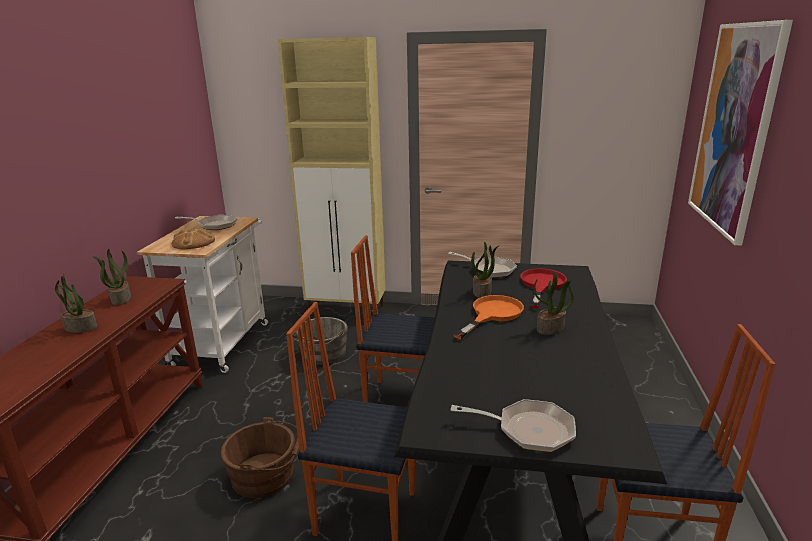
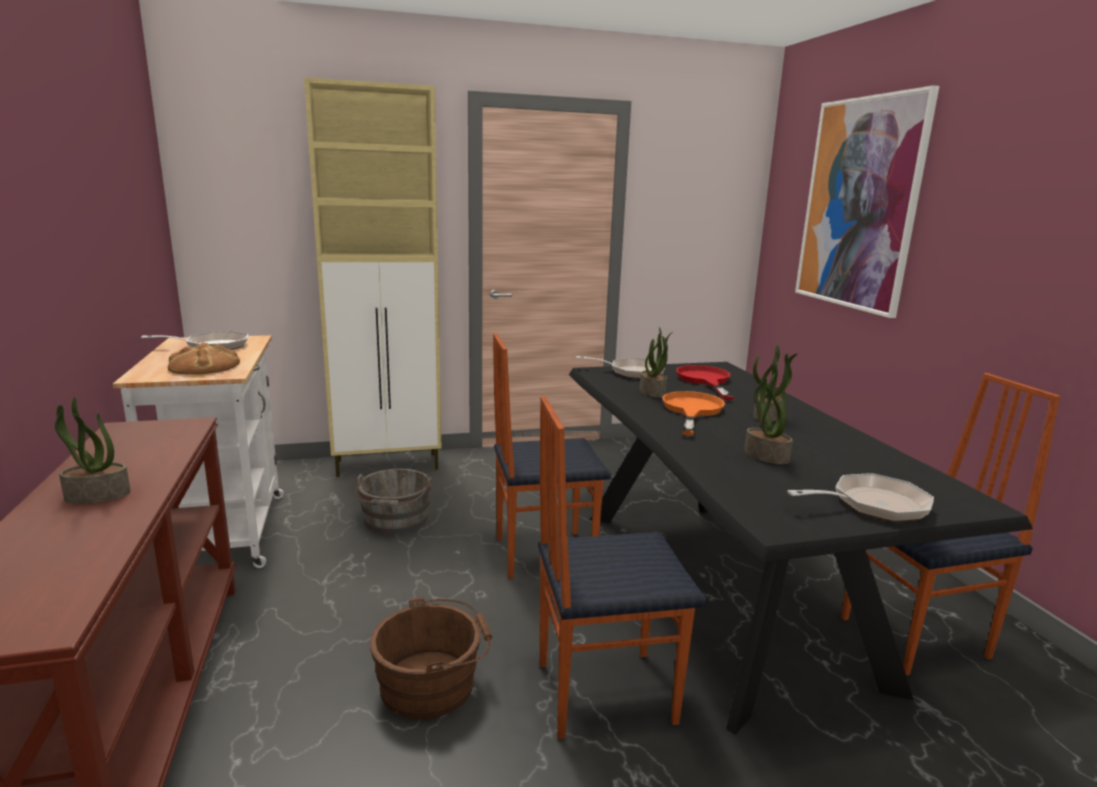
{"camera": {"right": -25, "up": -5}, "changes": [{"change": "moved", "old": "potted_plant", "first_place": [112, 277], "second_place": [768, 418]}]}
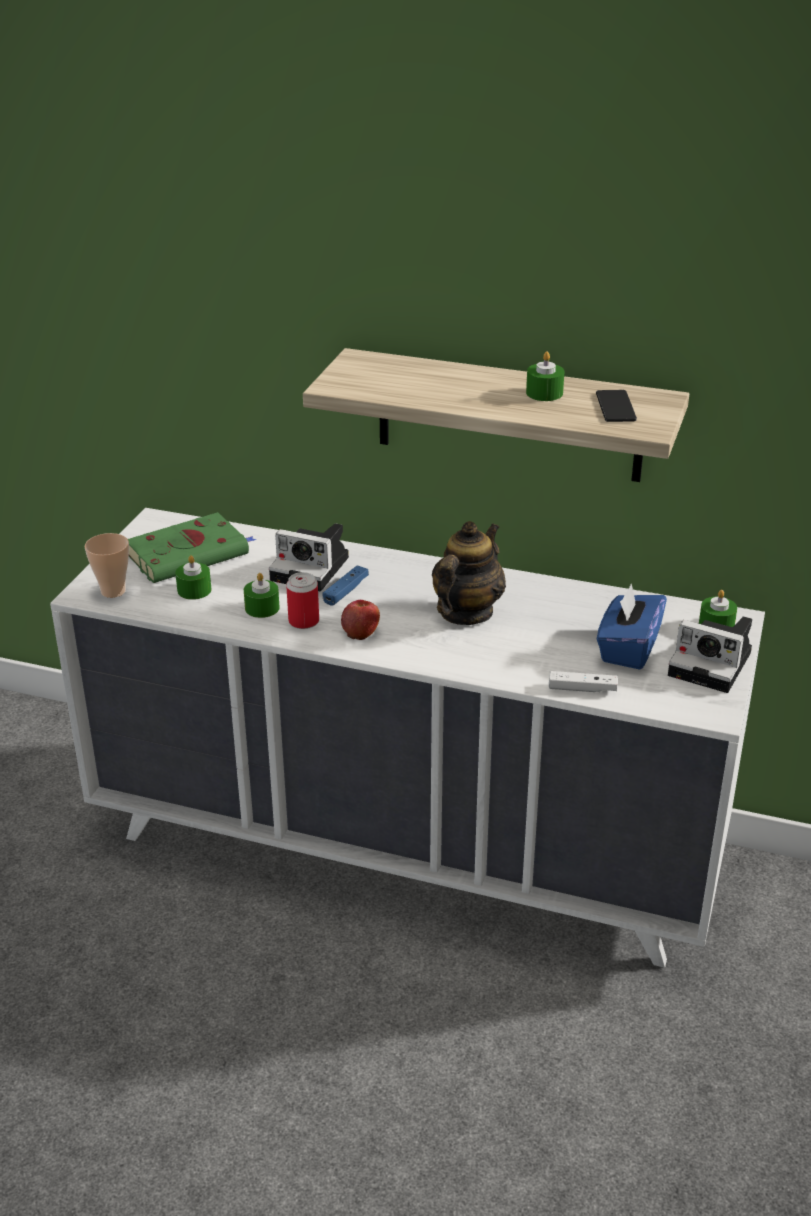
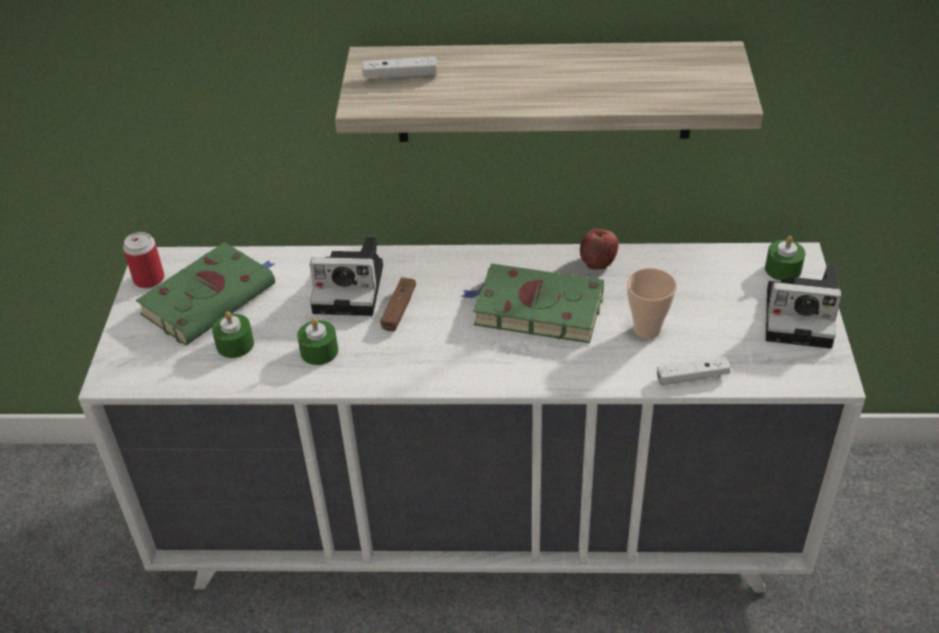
{"camera": {"right": -15, "up": 10}, "changes": [{"change": "moved", "old": "cup", "first_place": [107, 565], "second_place": [652, 303]}, {"change": "moved", "old": "can", "first_place": [302, 600], "second_place": [143, 260]}, {"change": "recoloured", "old": "blue_game_controller", "new": "brown_game_controller", "first_place": [346, 585], "second_place": [398, 304]}, {"change": "moved", "old": "apple", "first_place": [360, 620], "second_place": [599, 249]}, {"change": "replaced", "old": "teapot", "new": "green_book", "first_place": [469, 573], "second_place": [532, 303]}, {"change": "removed", "old": "green_candle", "first_place": [545, 376]}, {"change": "removed", "old": "phone", "first_place": [616, 406]}, {"change": "removed", "old": "blue_tissue_box", "first_place": [632, 626]}, {"change": "added", "new": "white_game_controller", "second_place": [399, 68]}]}
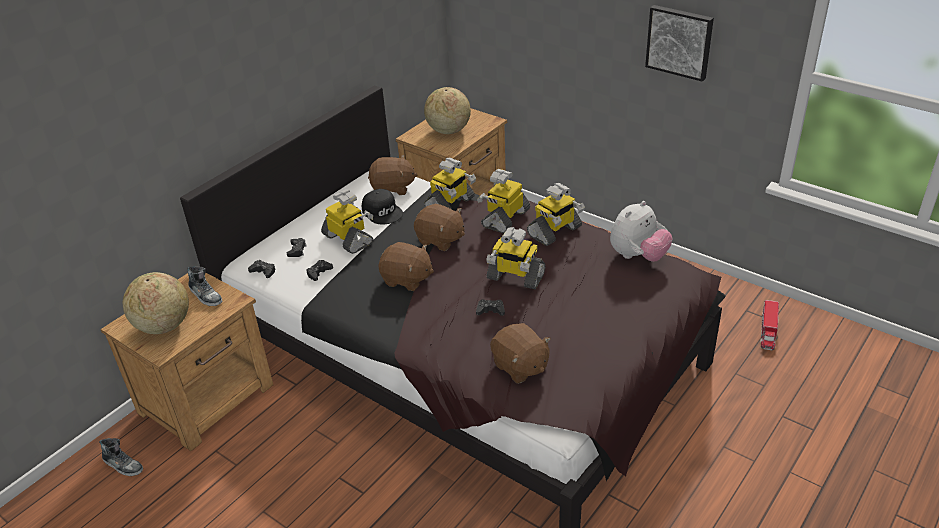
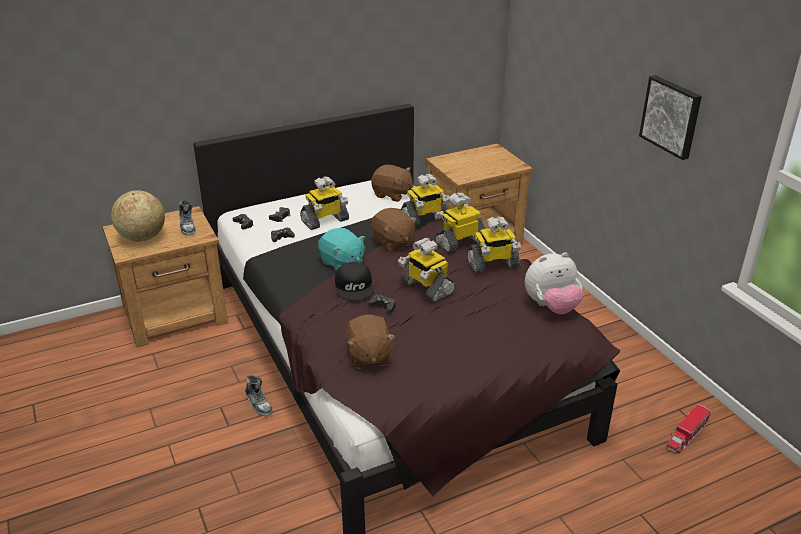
{"camera": {"right": 25, "up": -5}, "changes": [{"change": "moved", "old": "shoe", "first_place": [121, 457], "second_place": [259, 395]}, {"change": "turned", "old": "toy_robot", "first_place": [347, 221], "second_place": [324, 203], "degrees": 75}, {"change": "moved", "old": "black_cap", "first_place": [382, 207], "second_place": [354, 281]}, {"change": "recoloured", "old": "brown_plush_toy", "new": "turquoise_plush_toy", "first_place": [406, 266], "second_place": [341, 249]}, {"change": "removed", "old": "globe", "first_place": [447, 110]}]}
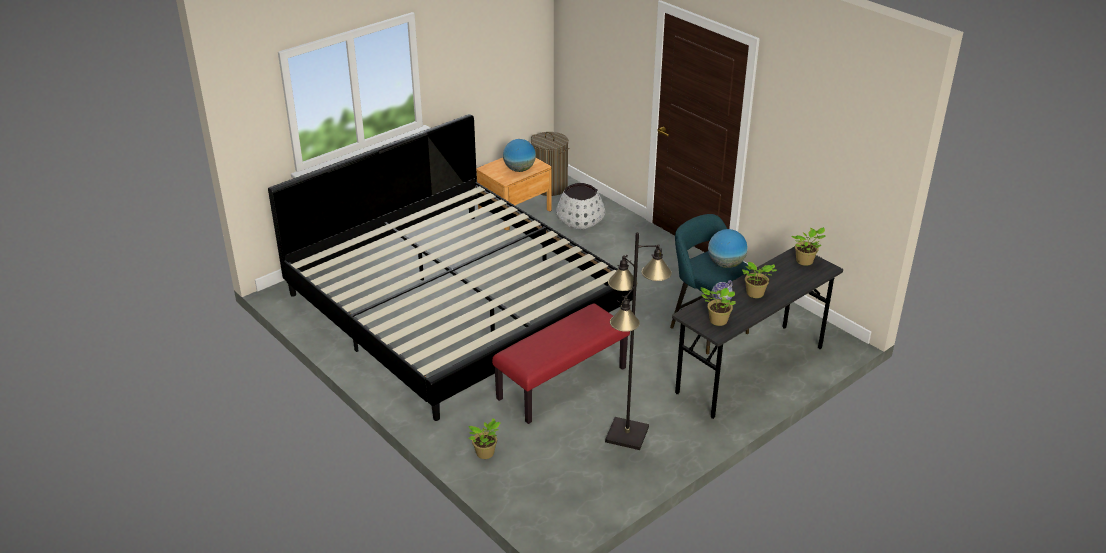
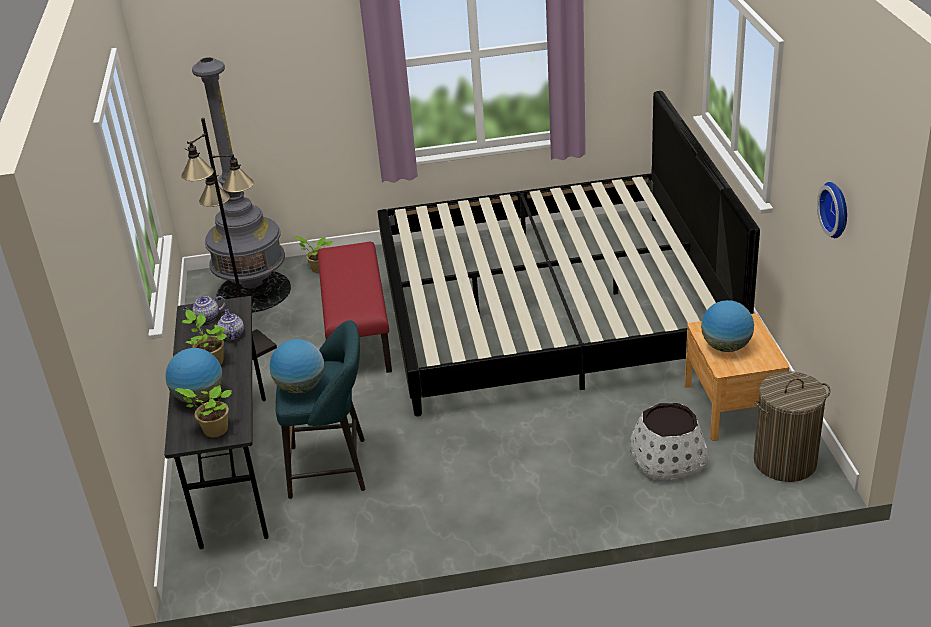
{"camera": {"right": 125, "up": 0}, "changes": [{"change": "replaced", "old": "potted_plant", "new": "teapot", "first_place": [718, 306], "second_place": [204, 309]}, {"change": "added", "new": "globe", "second_place": [194, 376]}, {"change": "added", "new": "grey_floor_lamp", "second_place": [241, 185]}, {"change": "added", "new": "wall_clock", "second_place": [832, 210]}]}
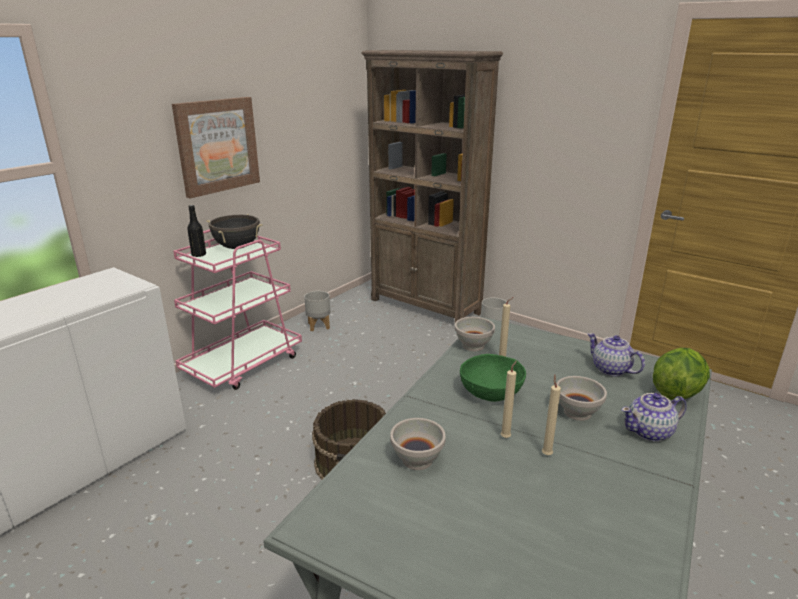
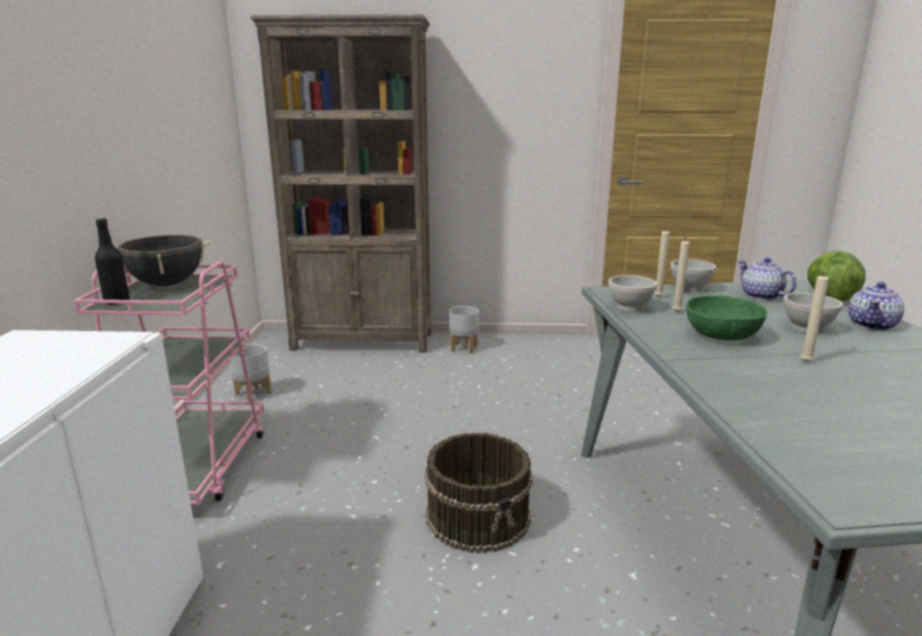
{"camera": {"right": -35, "up": -5}, "changes": [{"change": "removed", "old": "picture", "first_place": [216, 147]}, {"change": "moved", "old": "white_bowl", "first_place": [418, 444], "second_place": [693, 275]}, {"change": "moved", "old": "beige_candle", "first_place": [551, 415], "second_place": [662, 260]}, {"change": "turned", "old": "teapot", "first_place": [616, 354], "second_place": [767, 279], "degrees": 45}]}
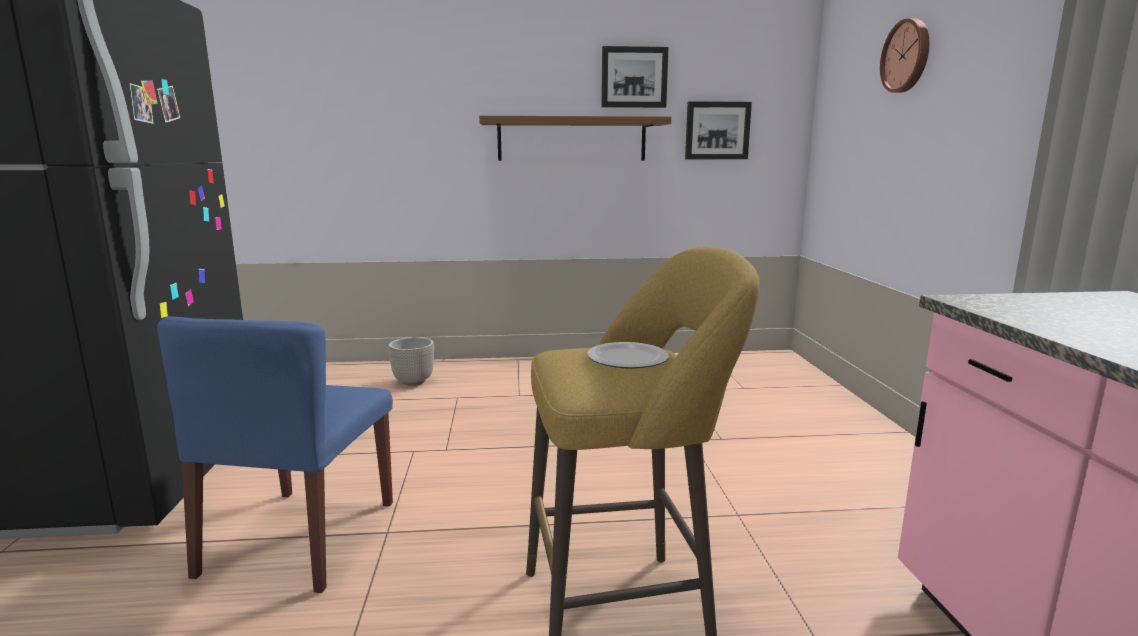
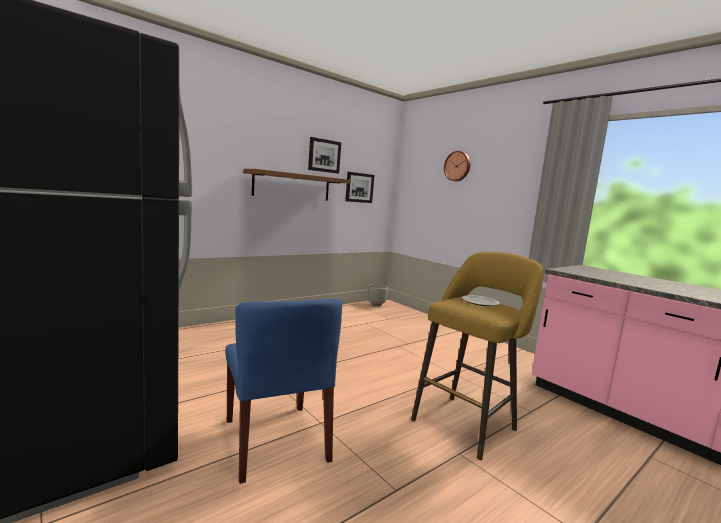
{"camera": {"right": -35, "up": -5}, "changes": [{"change": "moved", "old": "grey_planter", "first_place": [411, 361], "second_place": [378, 295]}]}
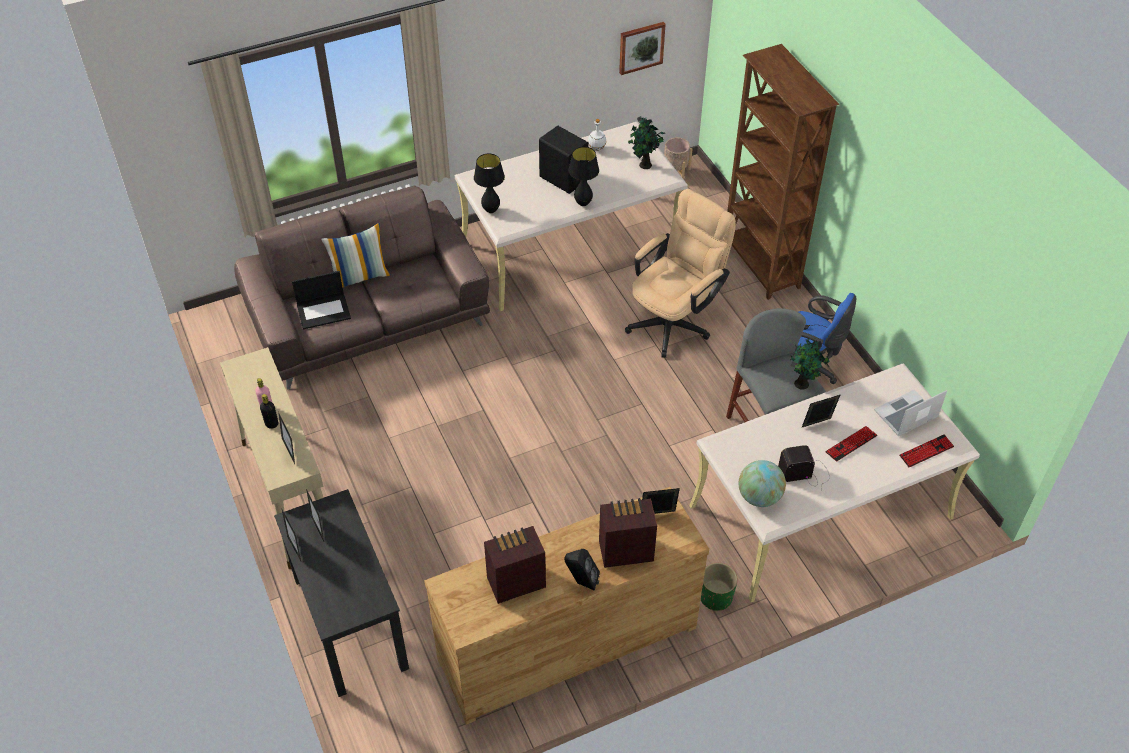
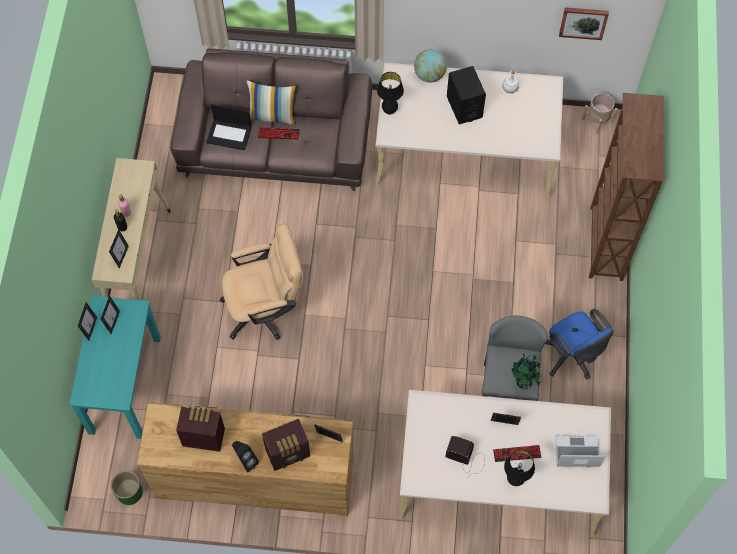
{"camera": {"right": 30, "up": 15}, "changes": [{"change": "recoloured", "old": "black_desk", "new": "turquoise_desk", "first_place": [341, 593], "second_place": [115, 367]}, {"change": "moved", "old": "black_table_lamp", "first_place": [583, 176], "second_place": [519, 468]}, {"change": "turned", "old": "radio", "first_place": [628, 533], "second_place": [286, 445], "degrees": 135}, {"change": "moved", "old": "beige_office_chair", "first_place": [680, 273], "second_place": [261, 282]}, {"change": "removed", "old": "potted_plant", "first_place": [646, 142]}, {"change": "moved", "old": "green_planter", "first_place": [719, 587], "second_place": [127, 488]}, {"change": "moved", "old": "globe", "first_place": [762, 483], "second_place": [430, 65]}, {"change": "moved", "old": "keyboard", "first_place": [926, 451], "second_place": [278, 133]}]}
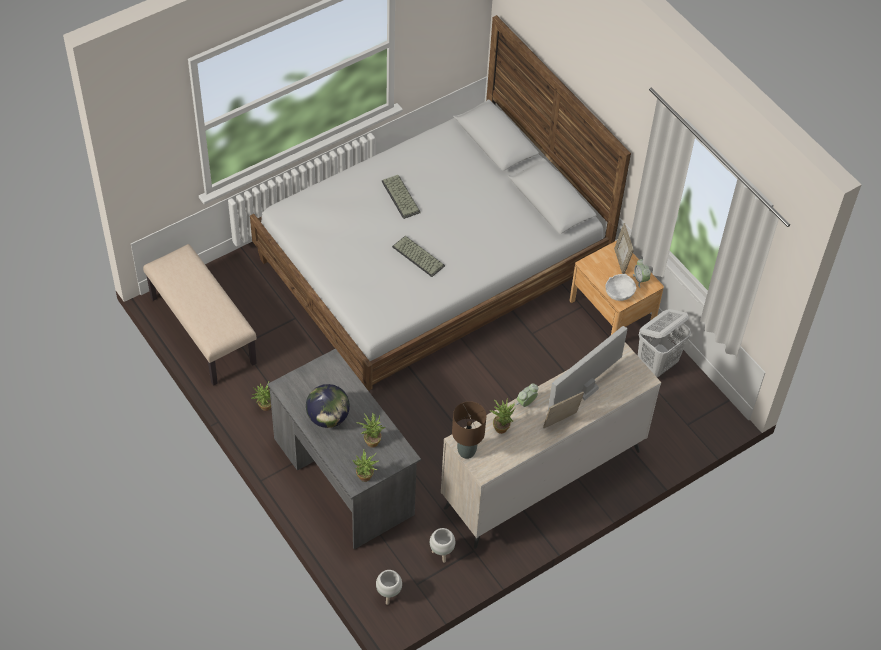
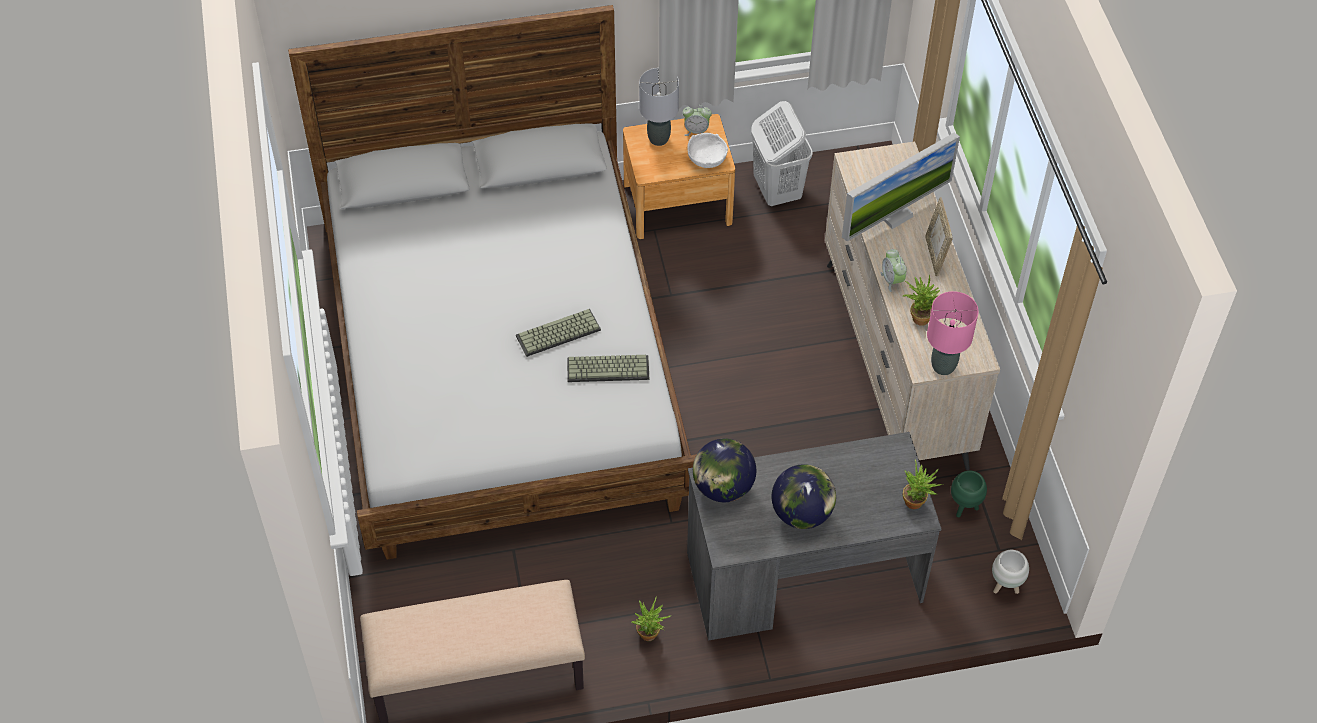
{"camera": {"right": -65, "up": 0}, "changes": [{"change": "removed", "old": "potted_plant", "first_place": [370, 430]}, {"change": "moved", "old": "keyboard", "first_place": [401, 197], "second_place": [608, 368]}, {"change": "recoloured", "old": "white_planter", "new": "green_planter", "first_place": [442, 545], "second_place": [969, 493]}, {"change": "recoloured", "old": "brown_table_lamp", "new": "pink_table_lamp", "first_place": [469, 430], "second_place": [953, 333]}, {"change": "turned", "old": "monitor", "first_place": [588, 368], "second_place": [901, 187], "degrees": -105}, {"change": "replaced", "old": "picture_frame", "new": "grey_table_lamp", "first_place": [624, 248], "second_place": [659, 107]}, {"change": "added", "new": "globe", "second_place": [724, 470]}]}
